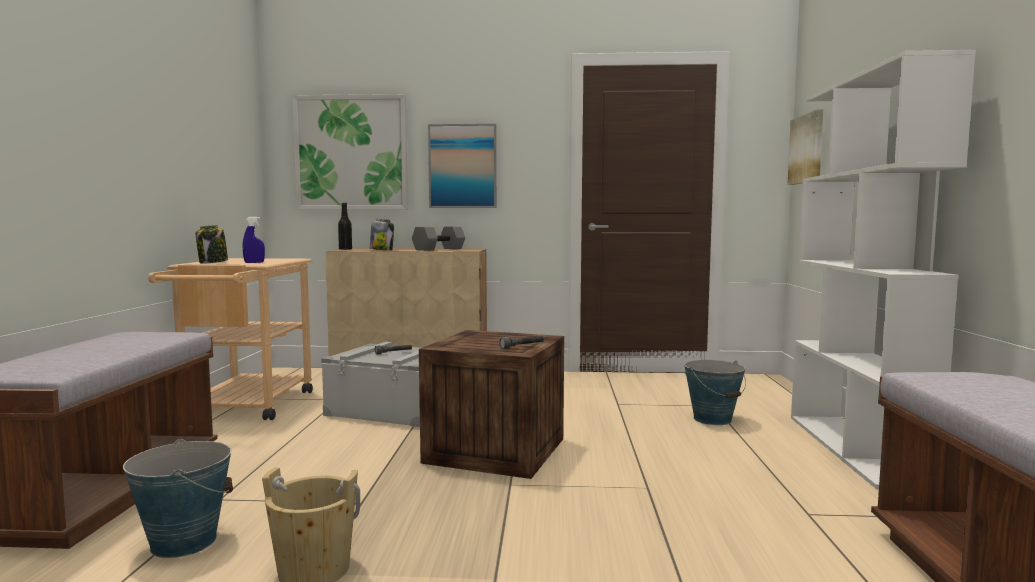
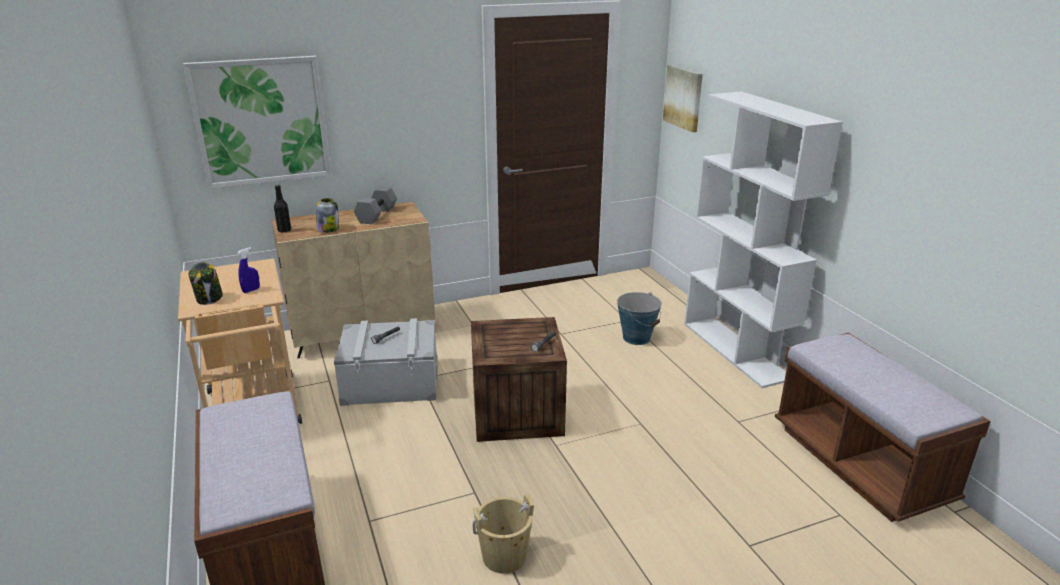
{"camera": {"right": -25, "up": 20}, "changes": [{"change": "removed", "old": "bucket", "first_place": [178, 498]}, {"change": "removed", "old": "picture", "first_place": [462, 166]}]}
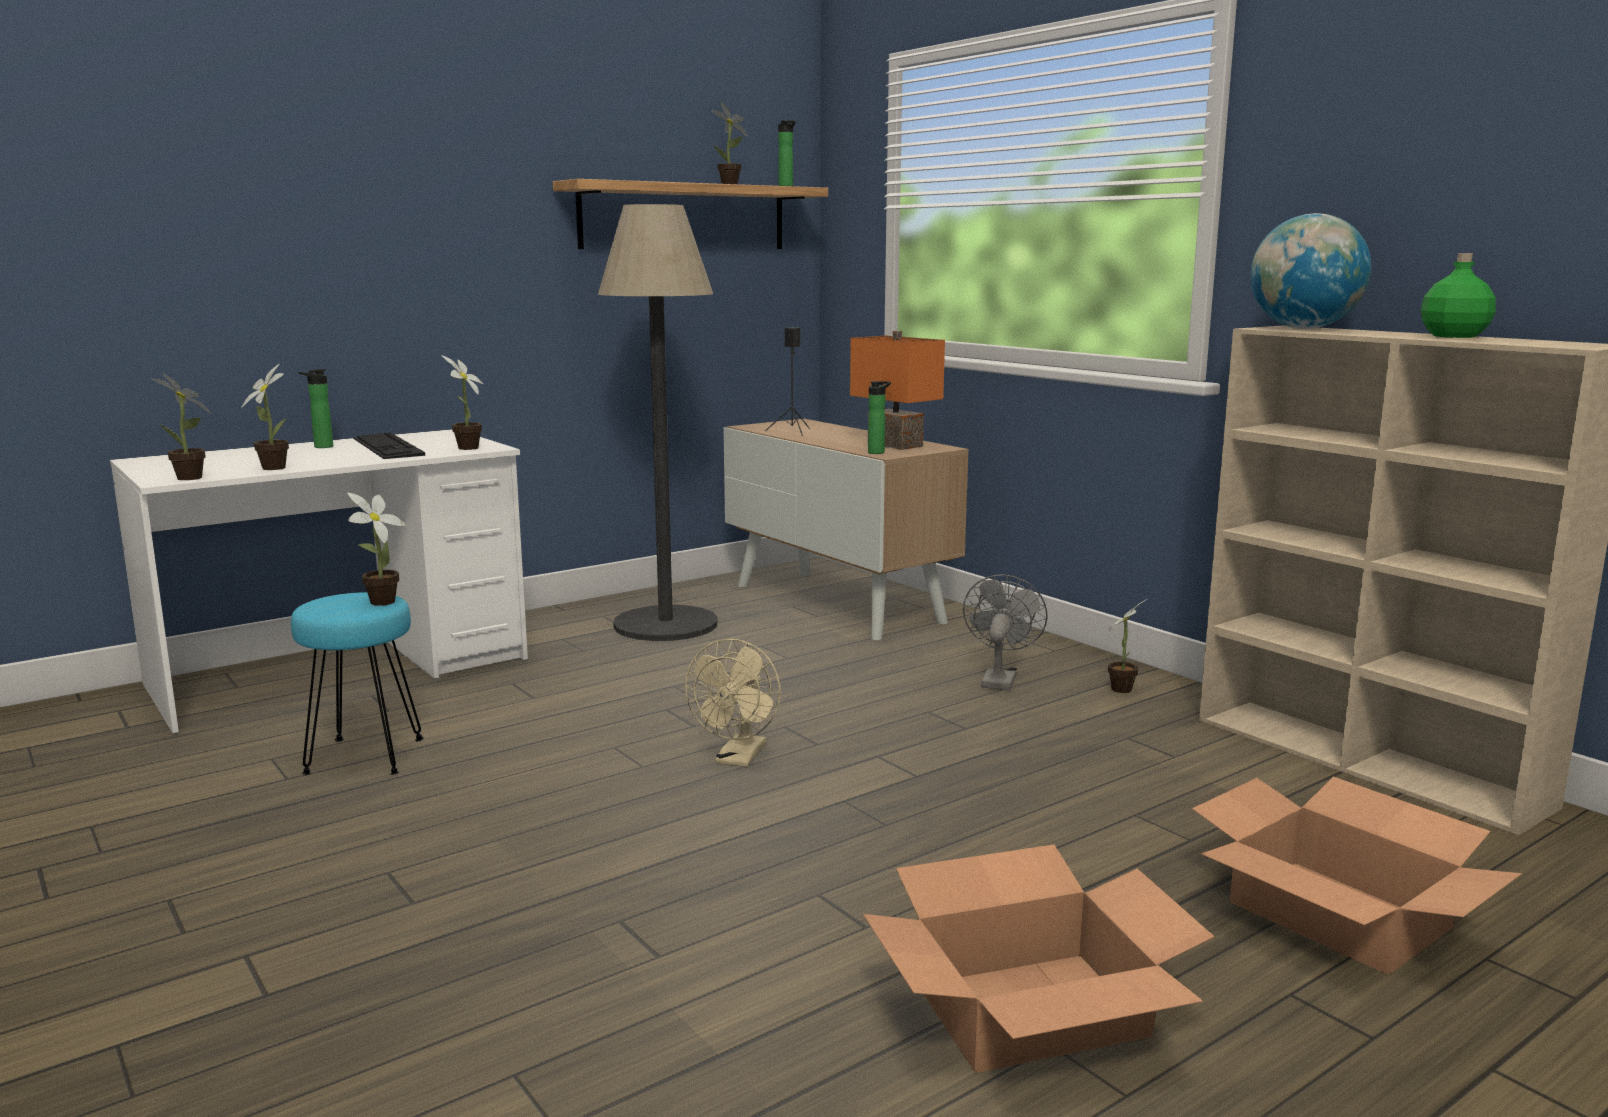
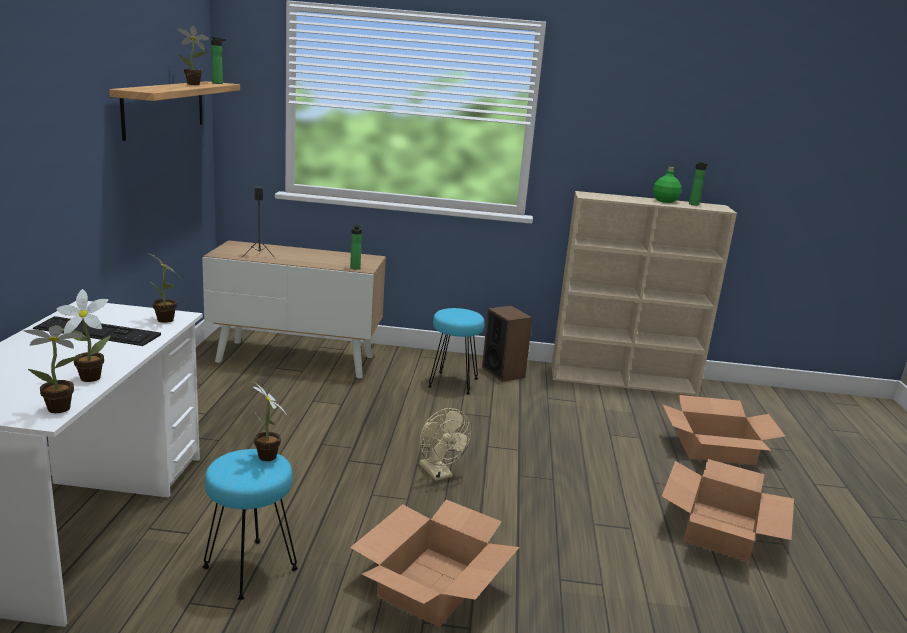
{"camera": {"right": -50, "up": 5}, "changes": [{"change": "moved", "old": "bottle", "first_place": [316, 408], "second_place": [698, 183]}, {"change": "removed", "old": "floor_lamp", "first_place": [657, 422]}, {"change": "removed", "old": "orange_table_lamp", "first_place": [897, 390]}, {"change": "replaced", "old": "grey_fan", "new": "turquoise_stool", "first_place": [1005, 632], "second_place": [456, 351]}, {"change": "replaced", "old": "potted_plant", "new": "speaker", "first_place": [1127, 646], "second_place": [507, 344]}, {"change": "removed", "old": "globe", "first_place": [1310, 271]}, {"change": "added", "new": "cardboard_box", "second_place": [435, 563]}]}
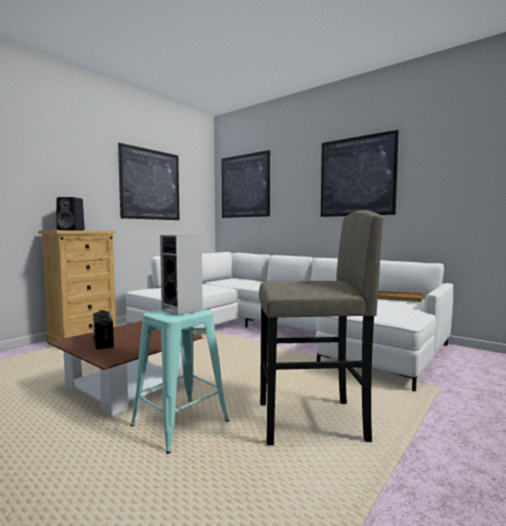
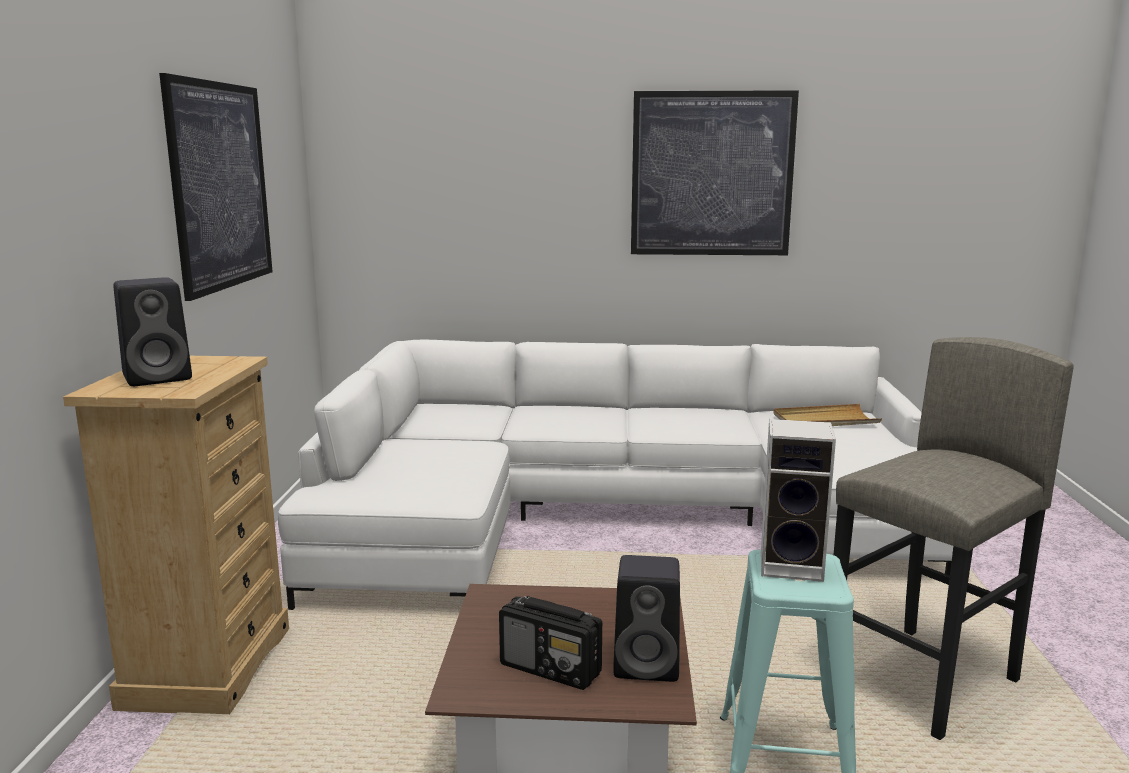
{"camera": {"right": -35, "up": 10}, "changes": [{"change": "removed", "old": "picture", "first_place": [245, 184]}, {"change": "added", "new": "black_speaker", "second_place": [646, 618]}]}
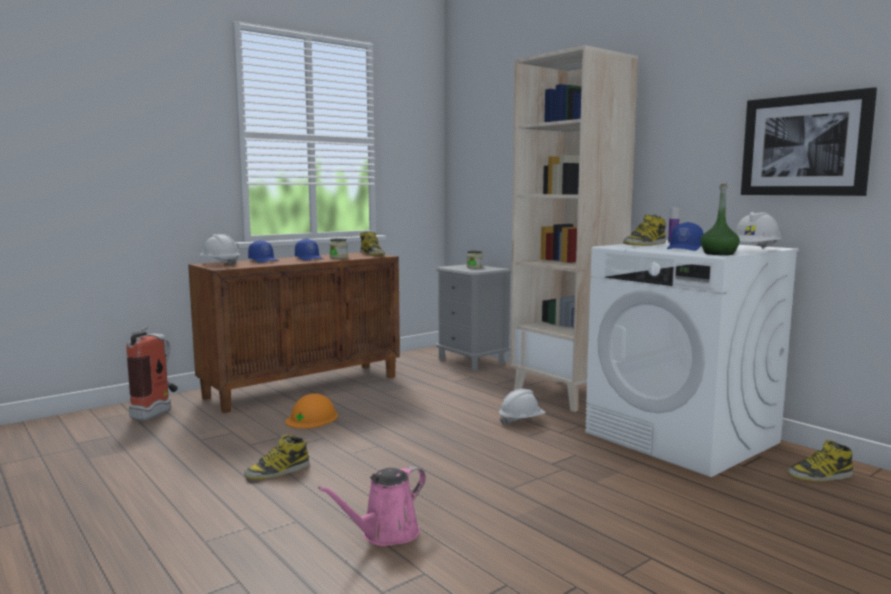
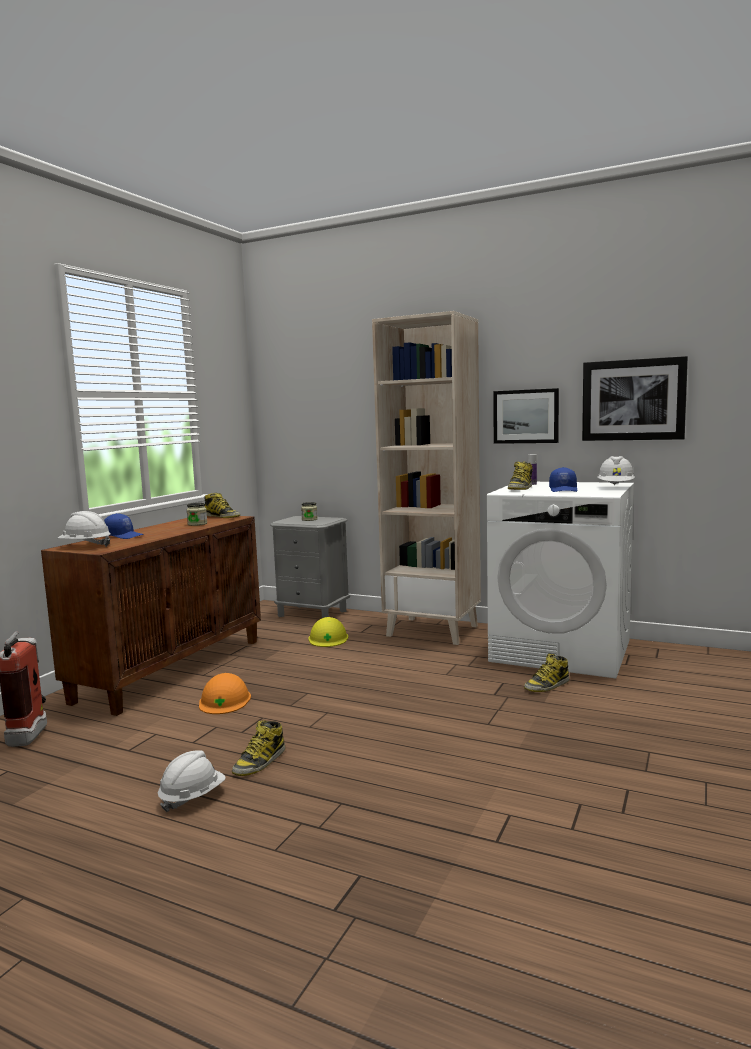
{"camera": {"right": -25, "up": 0}, "changes": [{"change": "removed", "old": "blue_cap", "first_place": [309, 249]}, {"change": "removed", "old": "pink_watering_can", "first_place": [372, 506]}, {"change": "moved", "old": "white_hard_hat", "first_place": [522, 407], "second_place": [192, 781]}, {"change": "removed", "old": "green_bottle", "first_place": [720, 219]}, {"change": "moved", "old": "boot", "first_place": [820, 461], "second_place": [546, 673]}, {"change": "added", "new": "yellow_hard_hat", "second_place": [328, 632]}, {"change": "added", "new": "picture", "second_place": [526, 416]}]}
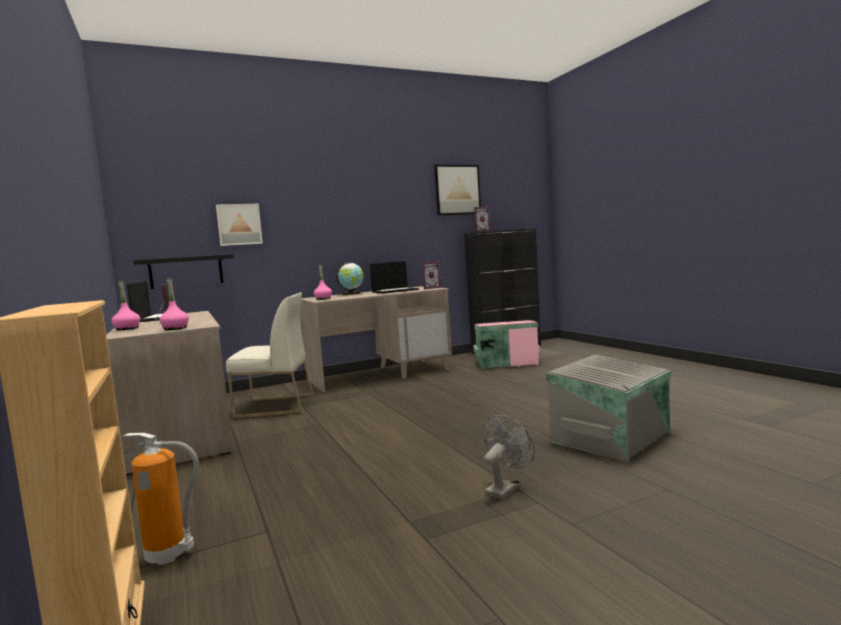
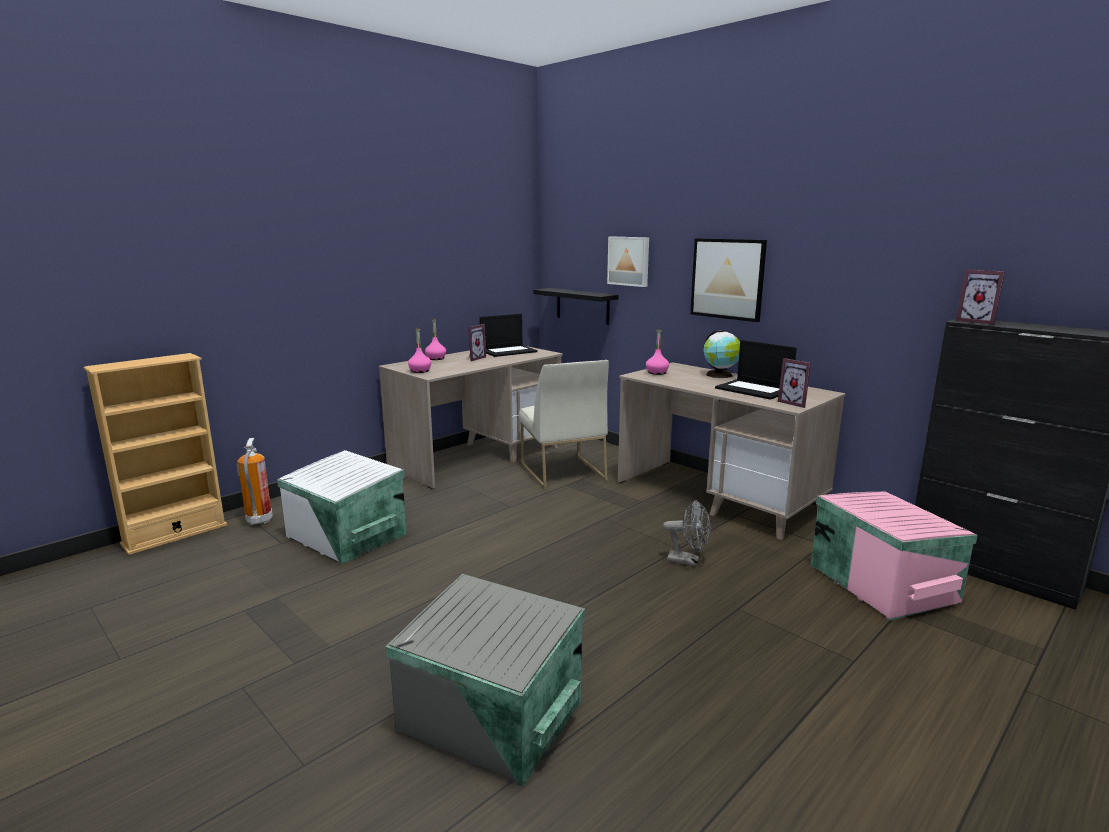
{"camera": {"right": 70, "up": 10}, "changes": [{"change": "moved", "old": "picture", "first_place": [457, 190], "second_place": [728, 280]}, {"change": "moved", "old": "grey_fan", "first_place": [509, 457], "second_place": [687, 533]}, {"change": "added", "new": "white_storage_box", "second_place": [342, 507]}]}
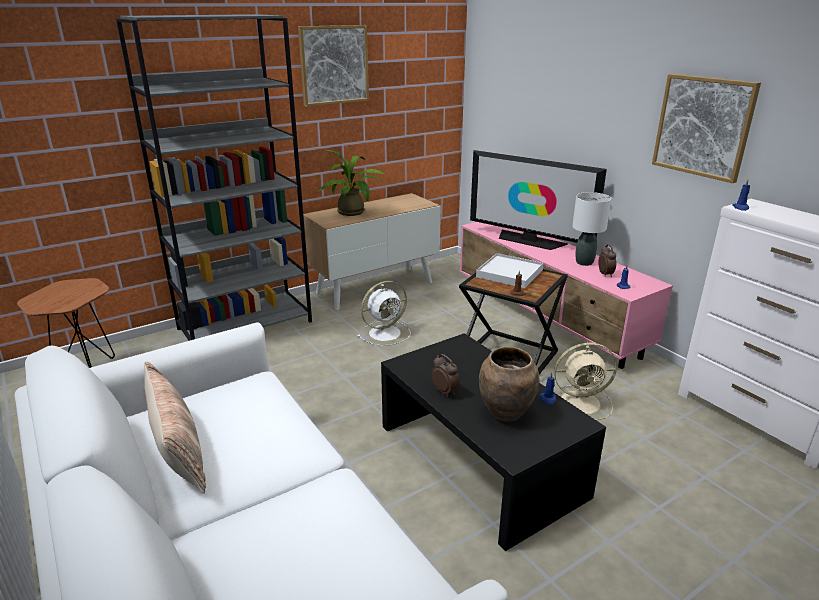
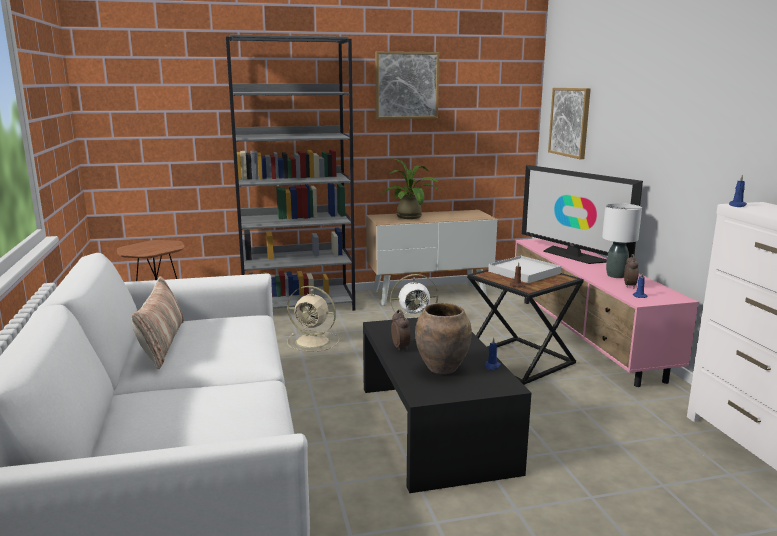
{"camera": {"right": 20, "up": -10}, "changes": [{"change": "moved", "old": "beige_fan", "first_place": [585, 381], "second_place": [313, 319]}, {"change": "moved", "old": "picture", "first_place": [706, 128], "second_place": [569, 123]}]}
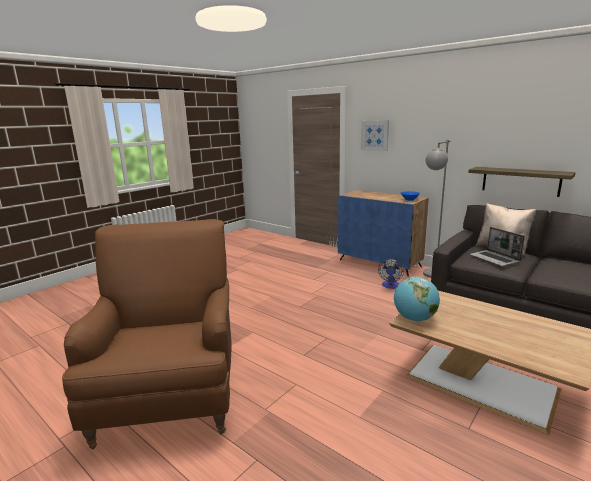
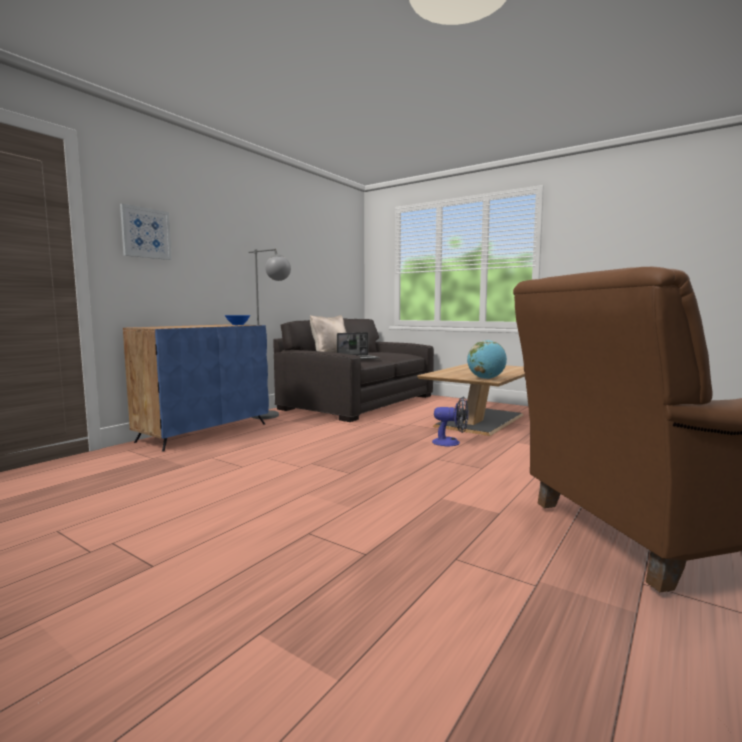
{"camera": {"right": -95, "up": -10}, "changes": [{"change": "moved", "old": "fan", "first_place": [391, 273], "second_place": [450, 421]}, {"change": "removed", "old": "shelf", "first_place": [522, 182]}]}
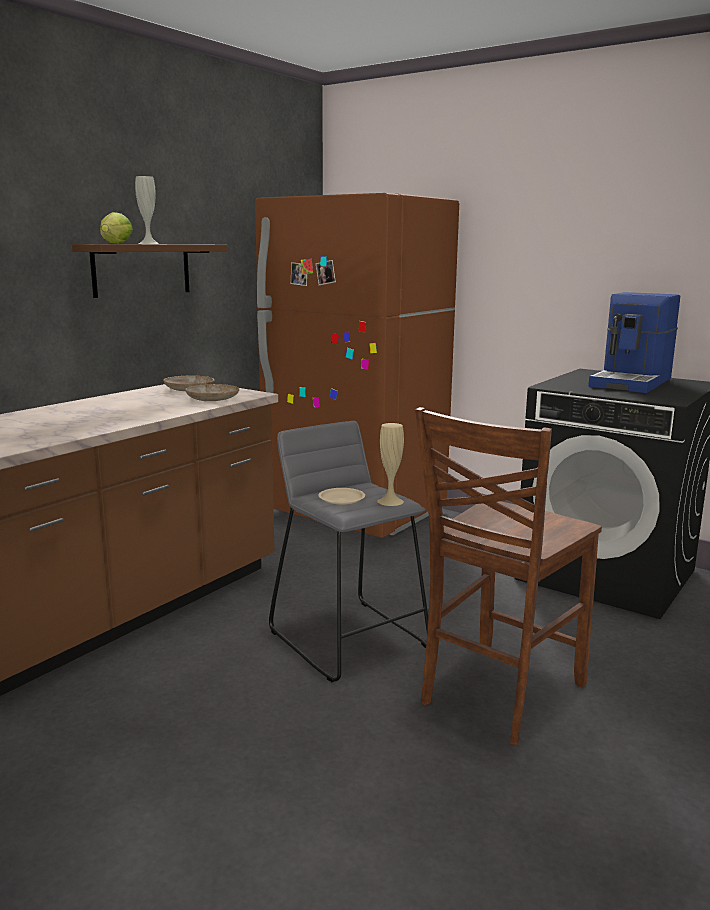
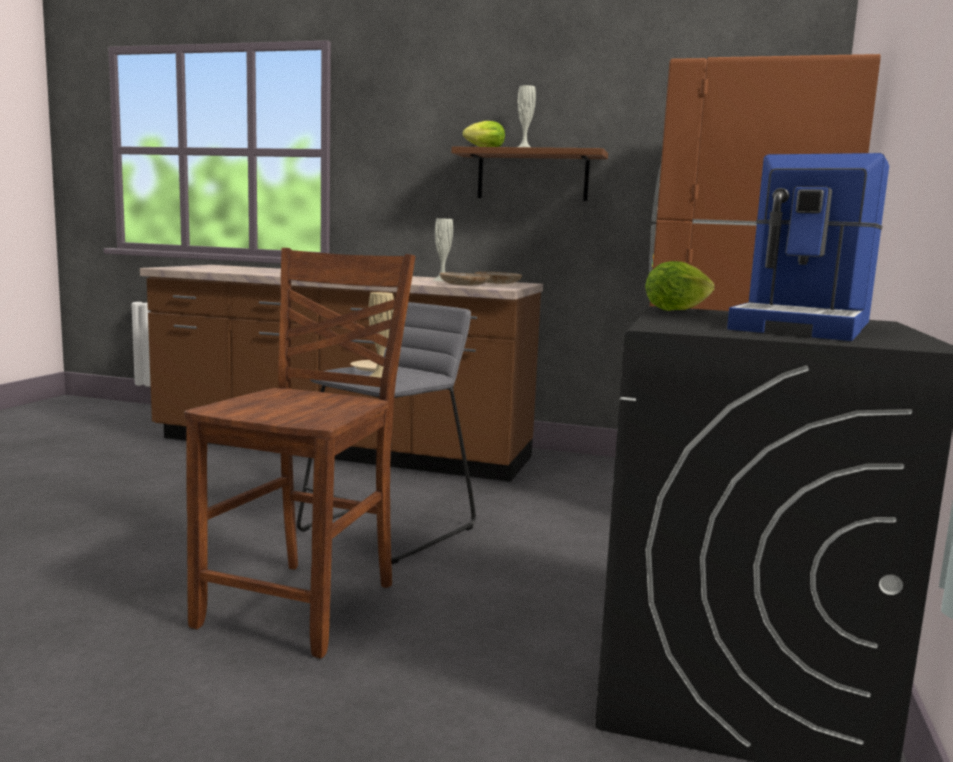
{"camera": {"right": 70, "up": -5}, "changes": [{"change": "turned", "old": "brown_chair", "first_place": [508, 576], "second_place": [300, 453], "degrees": 90}, {"change": "turned", "old": "coffee_machine", "first_place": [634, 342], "second_place": [808, 247], "degrees": -75}, {"change": "added", "new": "white_vase", "second_place": [443, 249]}, {"change": "added", "new": "lettuce", "second_place": [680, 286]}]}
